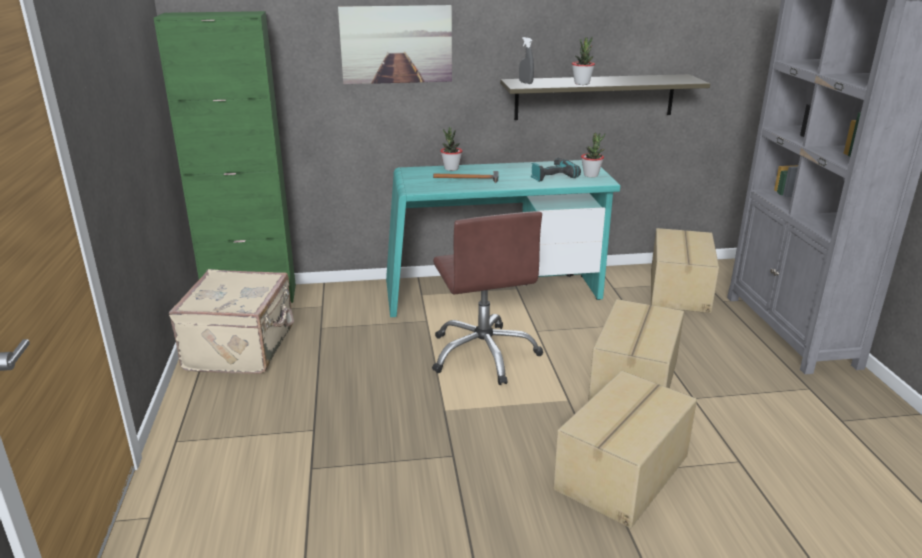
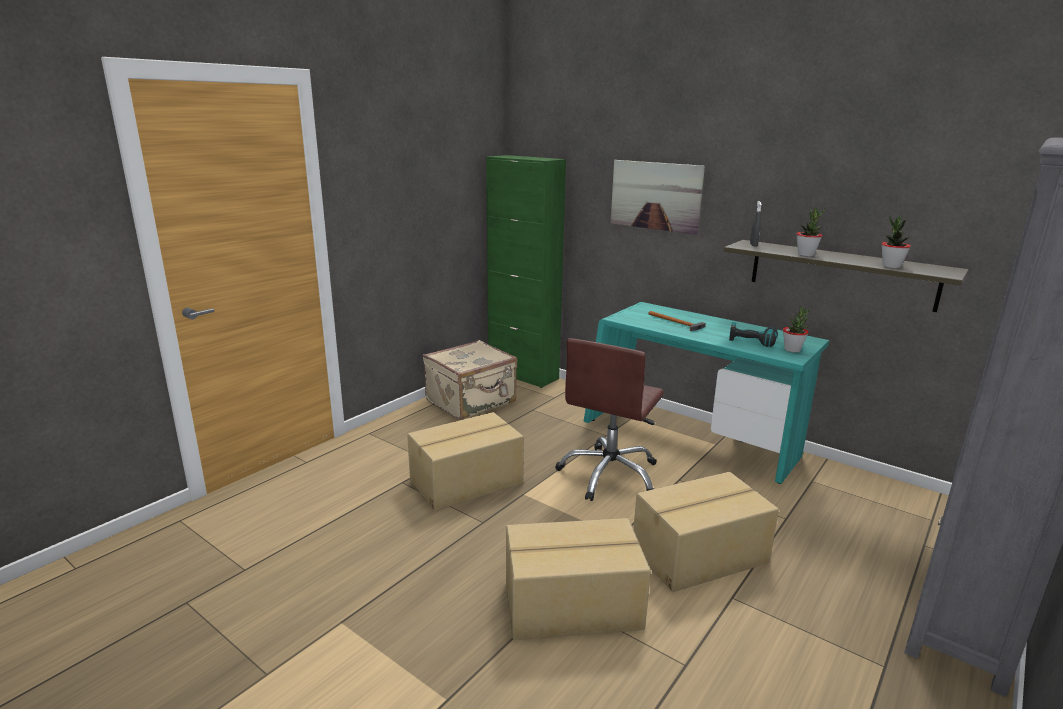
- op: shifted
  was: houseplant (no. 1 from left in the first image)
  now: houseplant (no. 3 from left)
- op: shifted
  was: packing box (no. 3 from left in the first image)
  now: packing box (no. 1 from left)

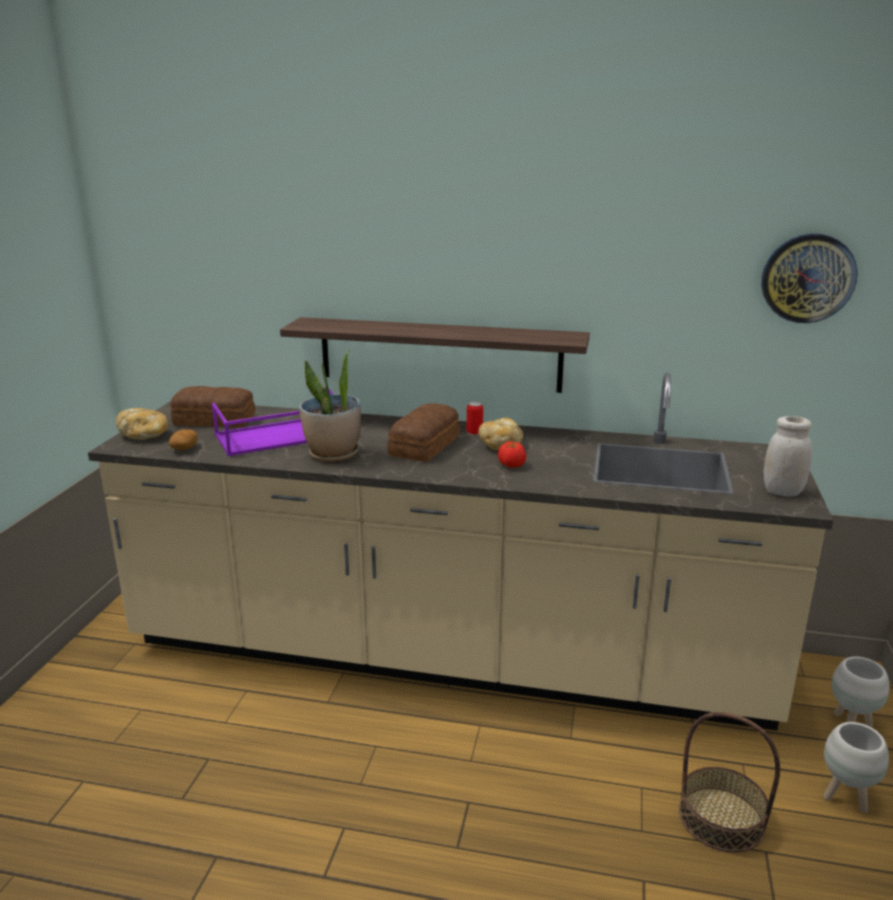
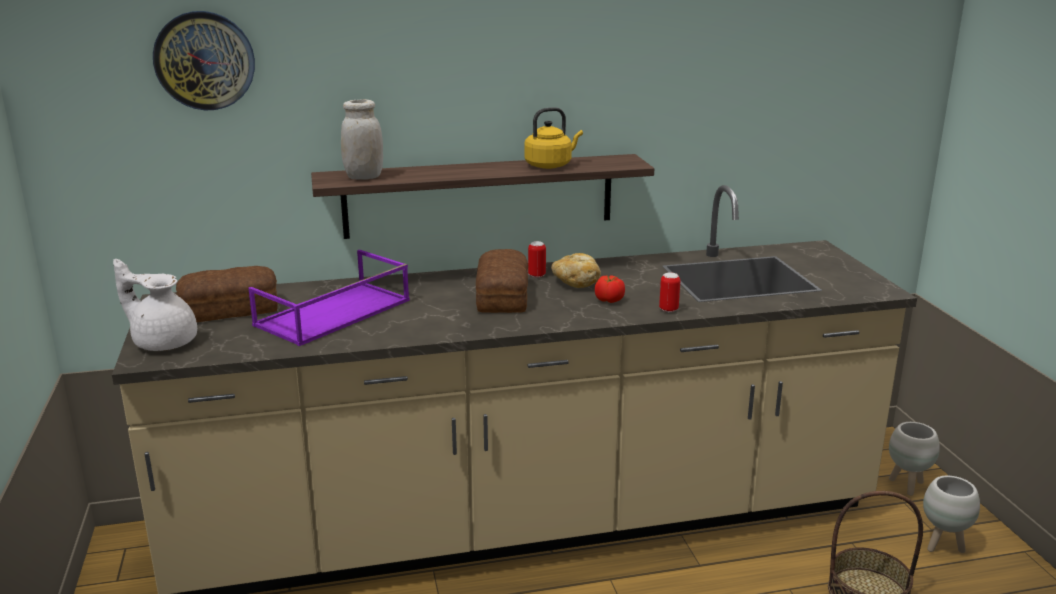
- op: shifted
  was: clock on the wall
- op: gone
  was: houseplant
- op: swapped
  was: baked bread (no. 1 from left)
  now: whitish pot for tea
- op: shifted
  was: whitish storage jar
- op: gone
  was: potato
- op: new
  now: yellow-coloured water kettle
- op: new
  now: metal can (no. 2 from left)

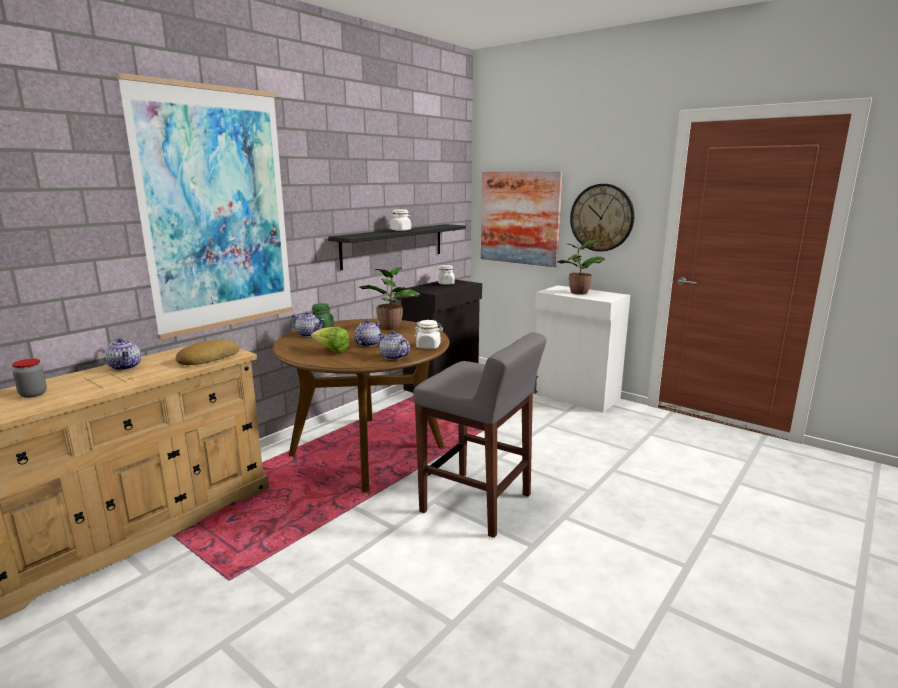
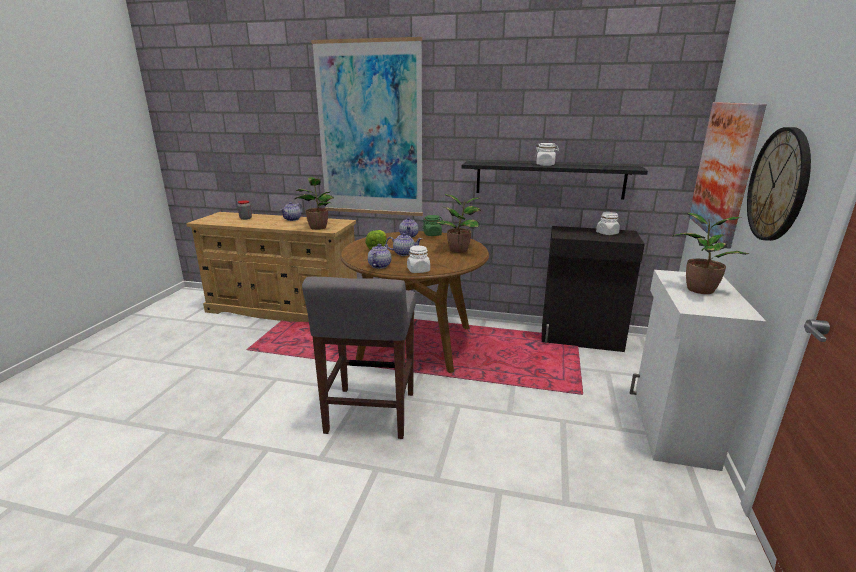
- op: swapped
  was: baked bread
  now: houseplant (no. 1 from left)

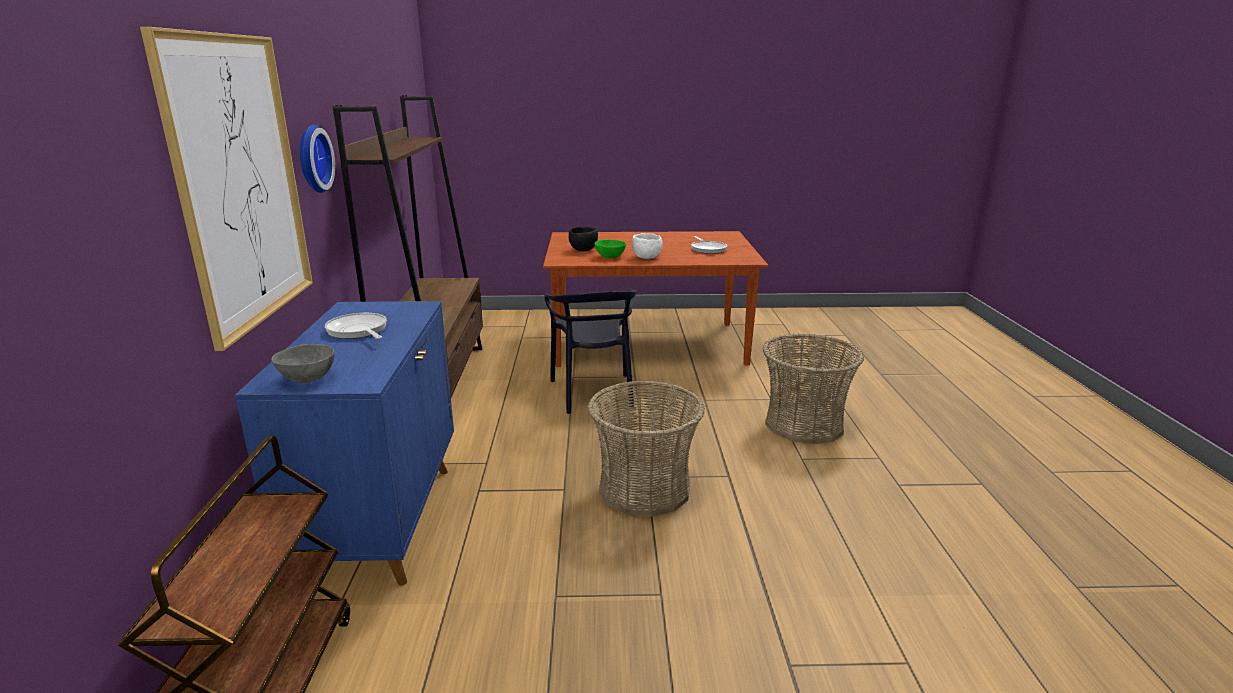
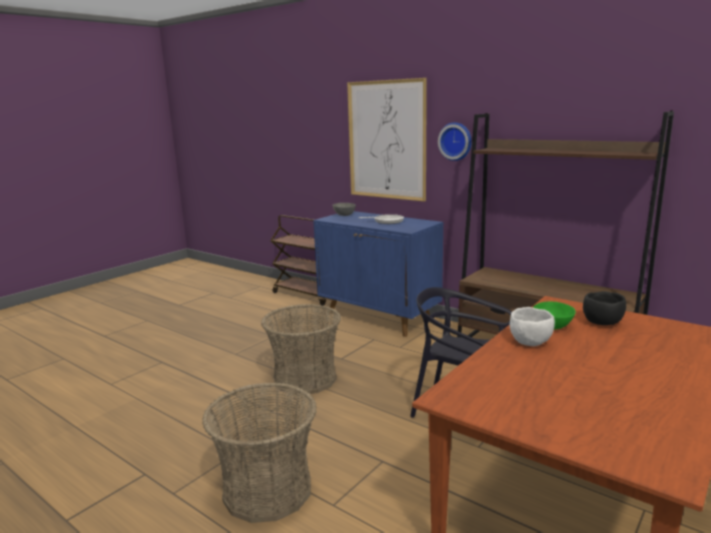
- op: gone
  was: pan (no. 2 from left)

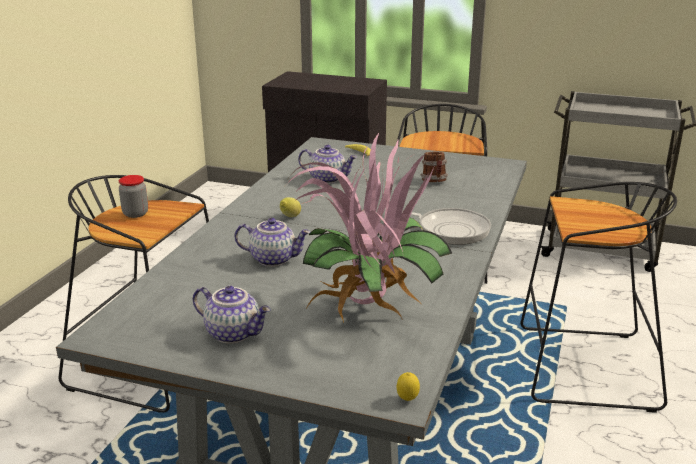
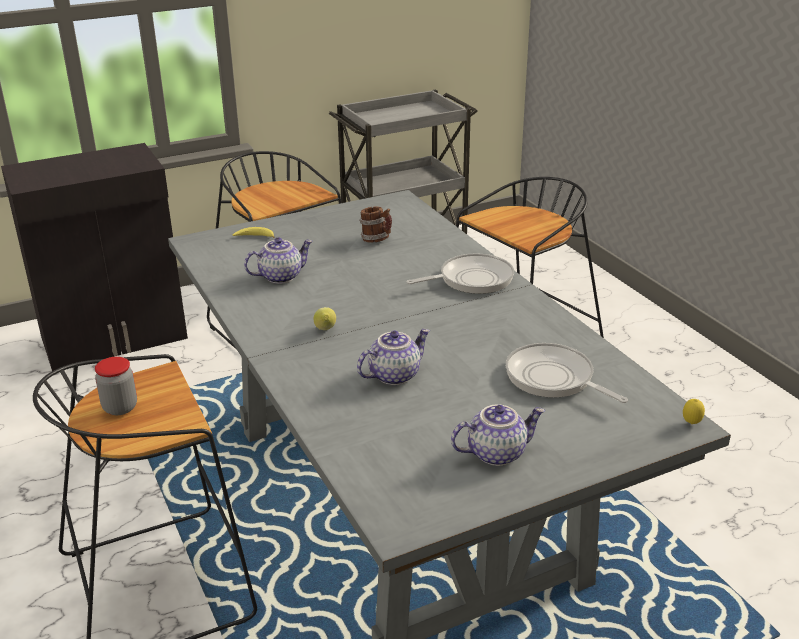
- op: swapped
  was: houseplant
  now: pan (no. 2 from left)

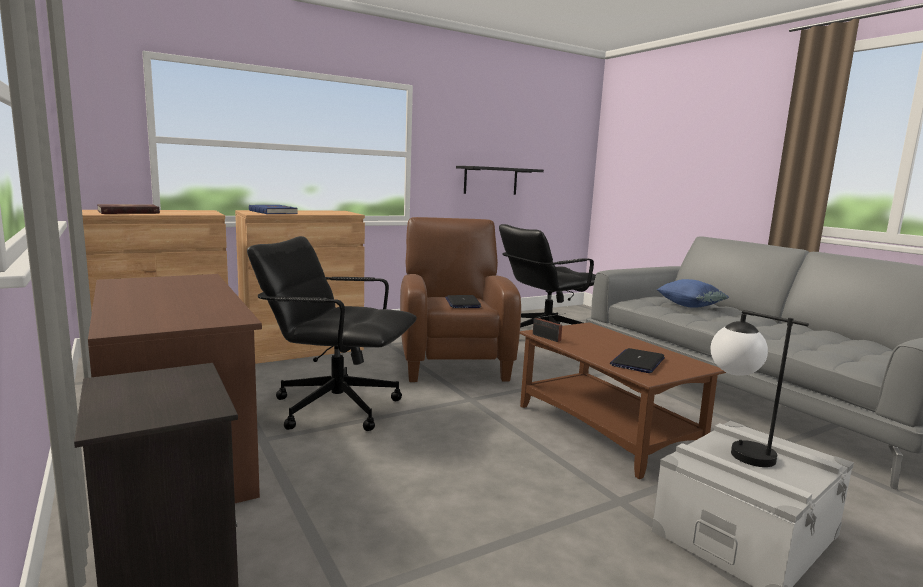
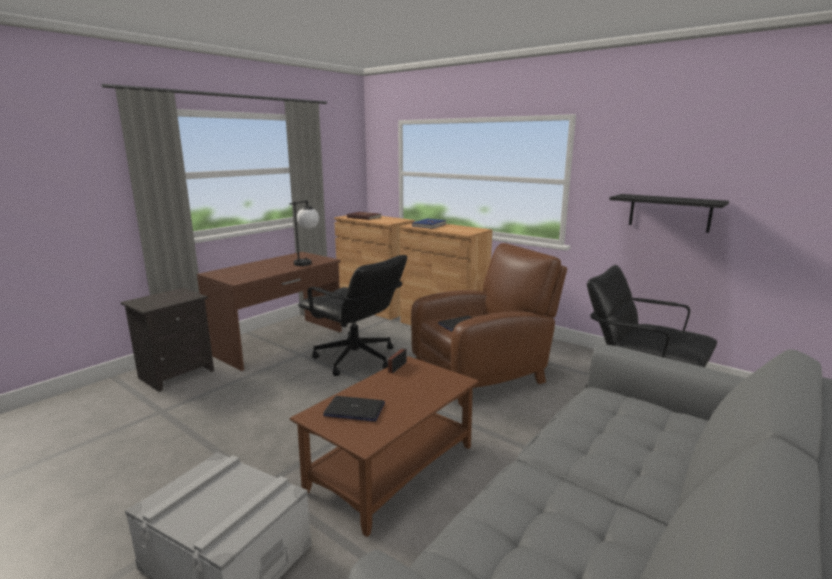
- op: rotated
  was: black desk chair (no. 1 from left)
  clockwise: 135
- op: gone
  was: bluish cushion
- op: shifted
  was: tabletop lamp

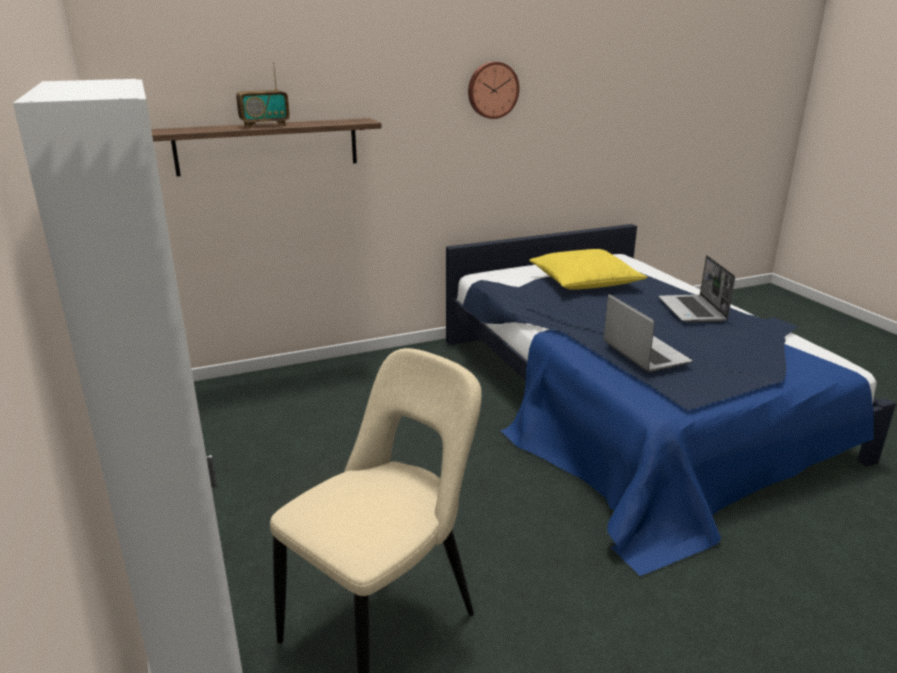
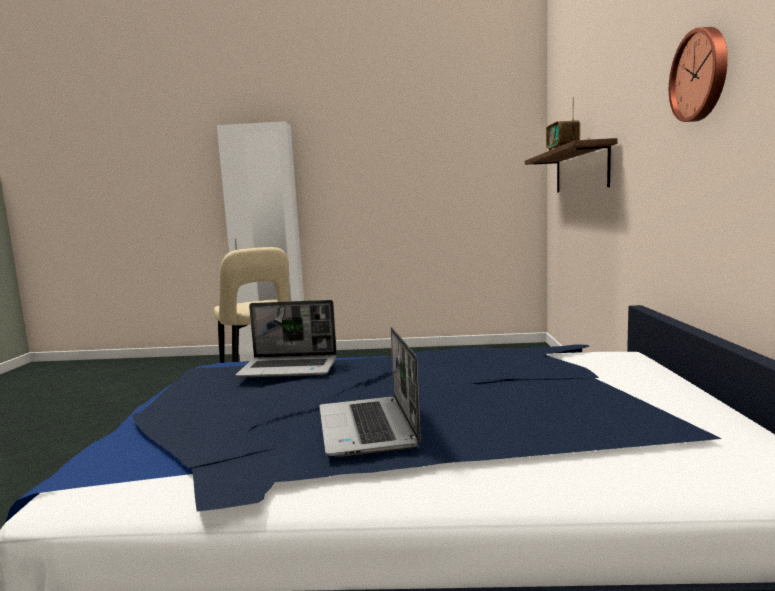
- op: gone
  was: yellow-coloured cushion
- op: rotated
  was: laptop (no. 2 from left)
  clockwise: -120

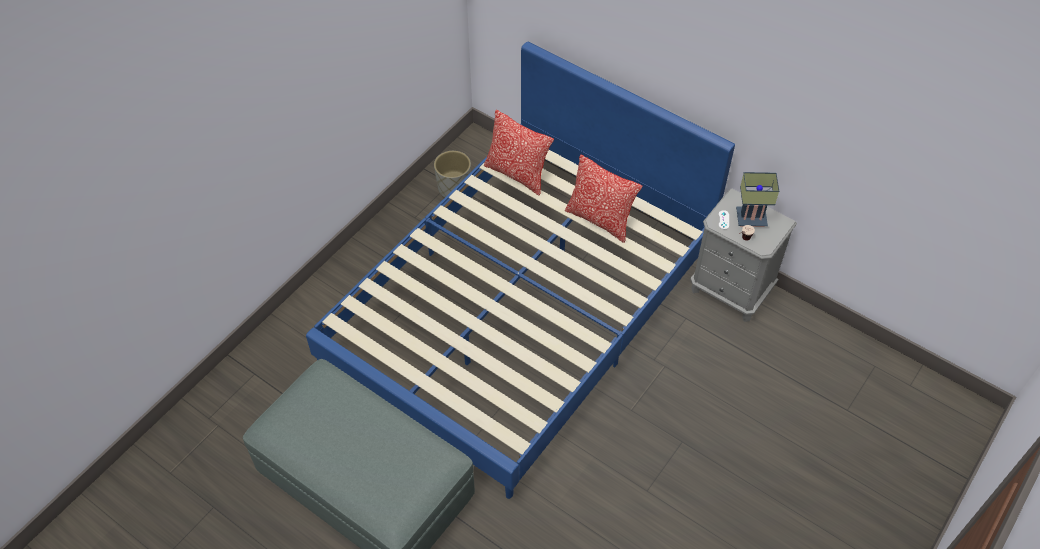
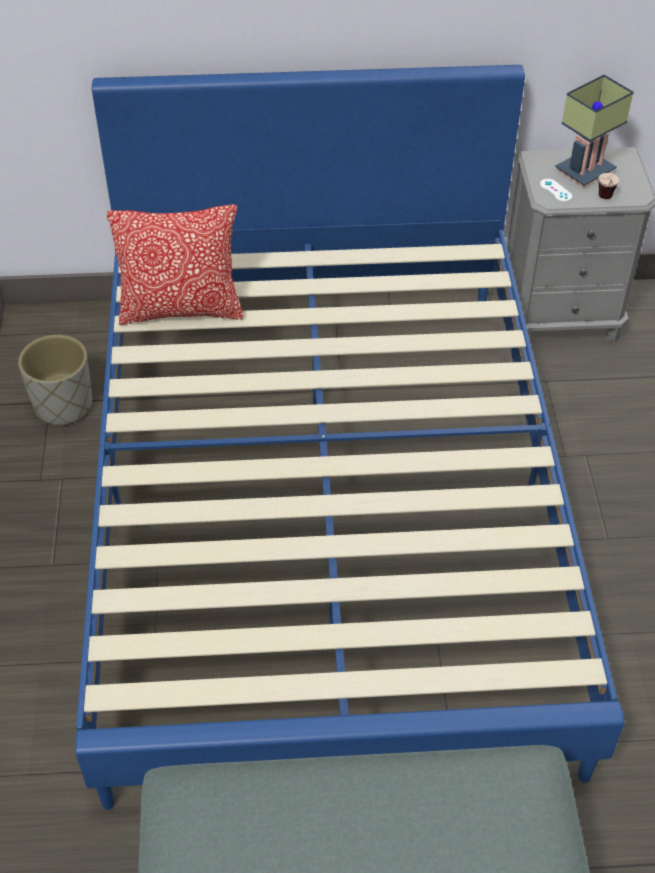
- op: gone
  was: cushion (no. 2 from left)

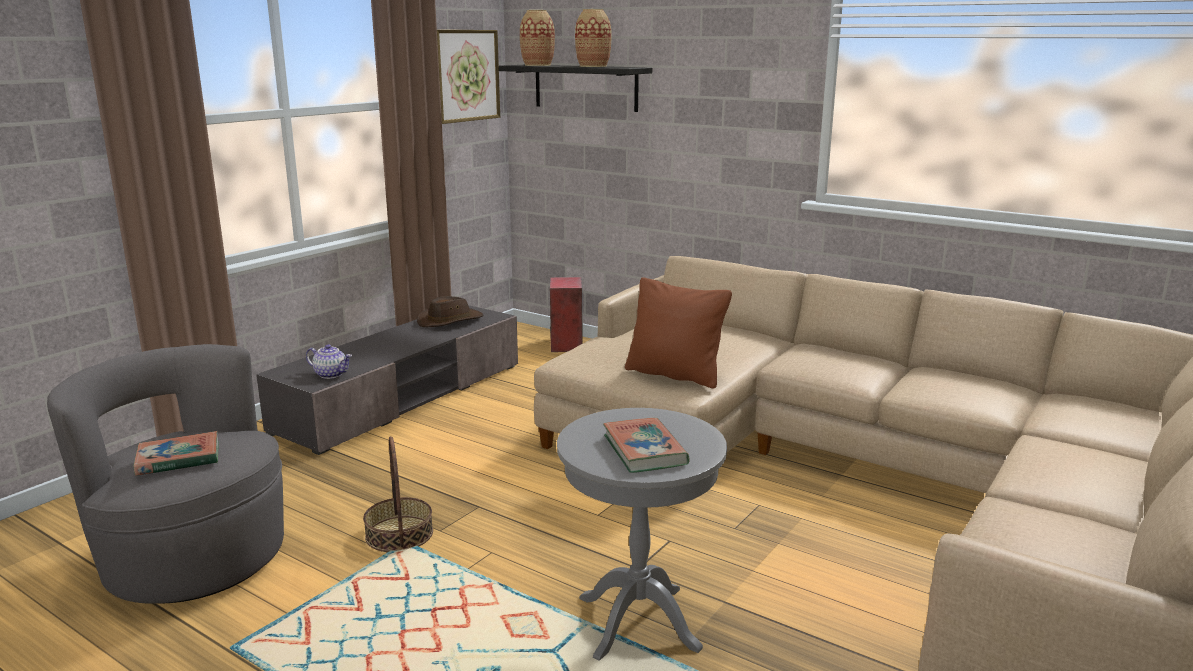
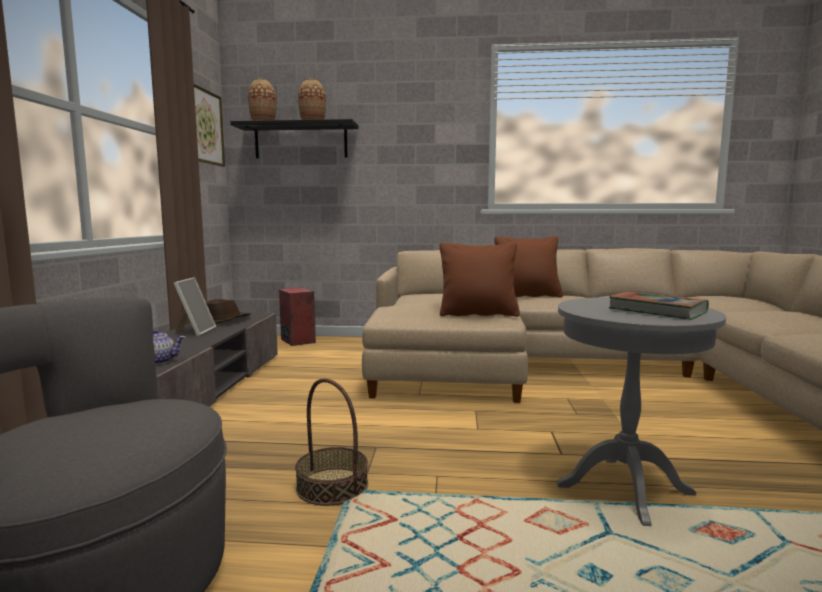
- op: gone
  was: volume (no. 1 from left)
- op: new
  now: brown-coloured cushion (no. 2 from left)
- op: new
  now: photo frame

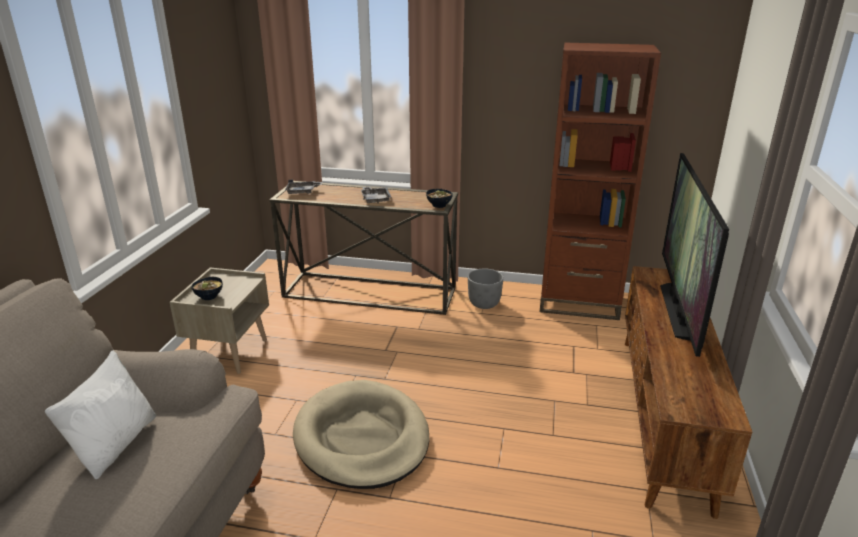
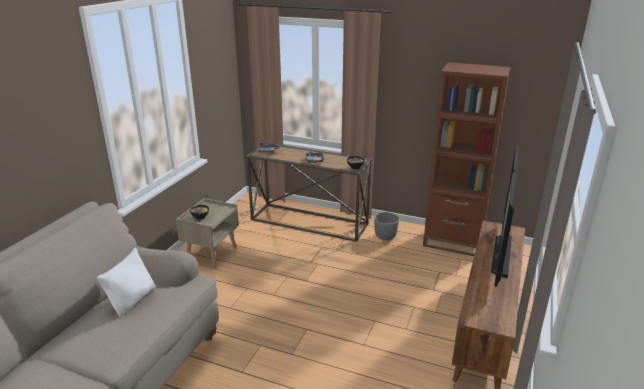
- op: gone
  was: sand-coloured dog bed

